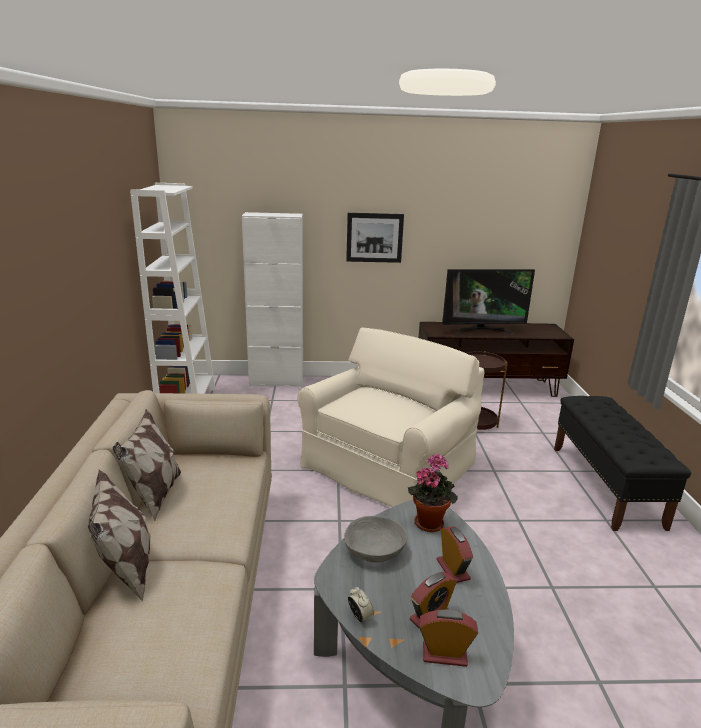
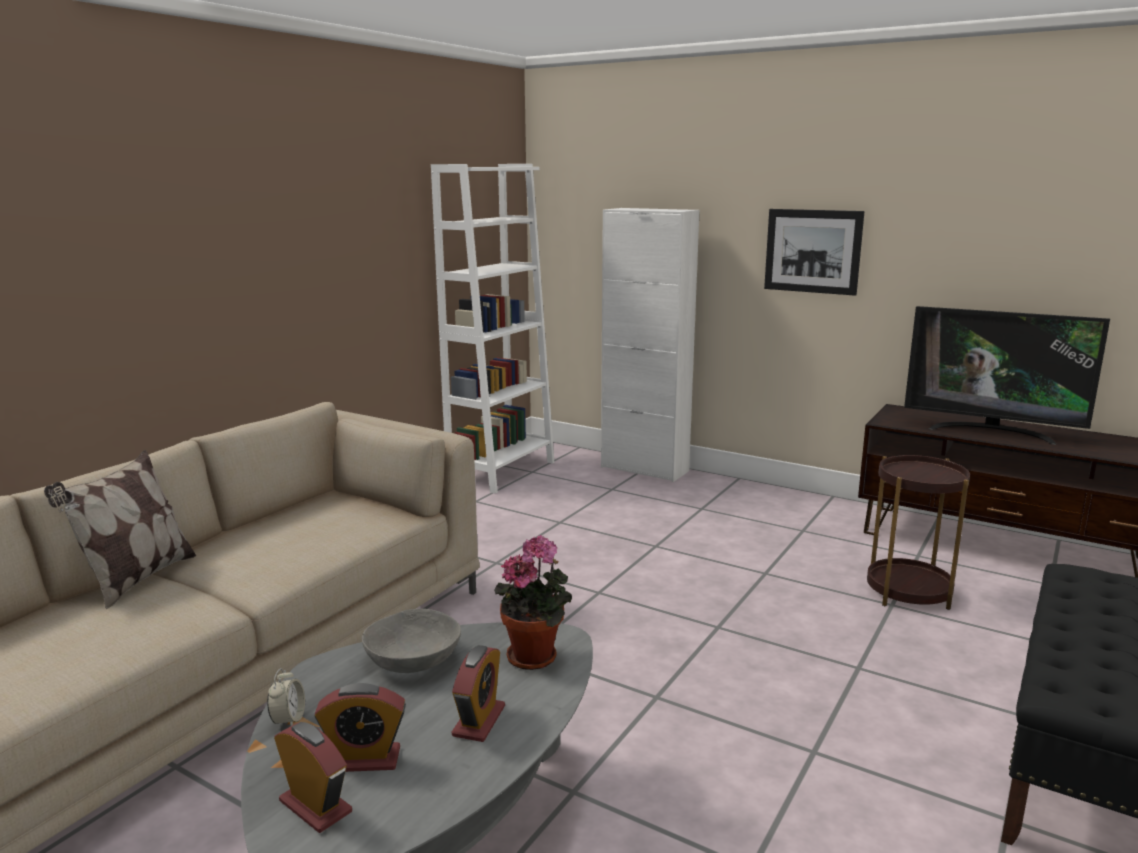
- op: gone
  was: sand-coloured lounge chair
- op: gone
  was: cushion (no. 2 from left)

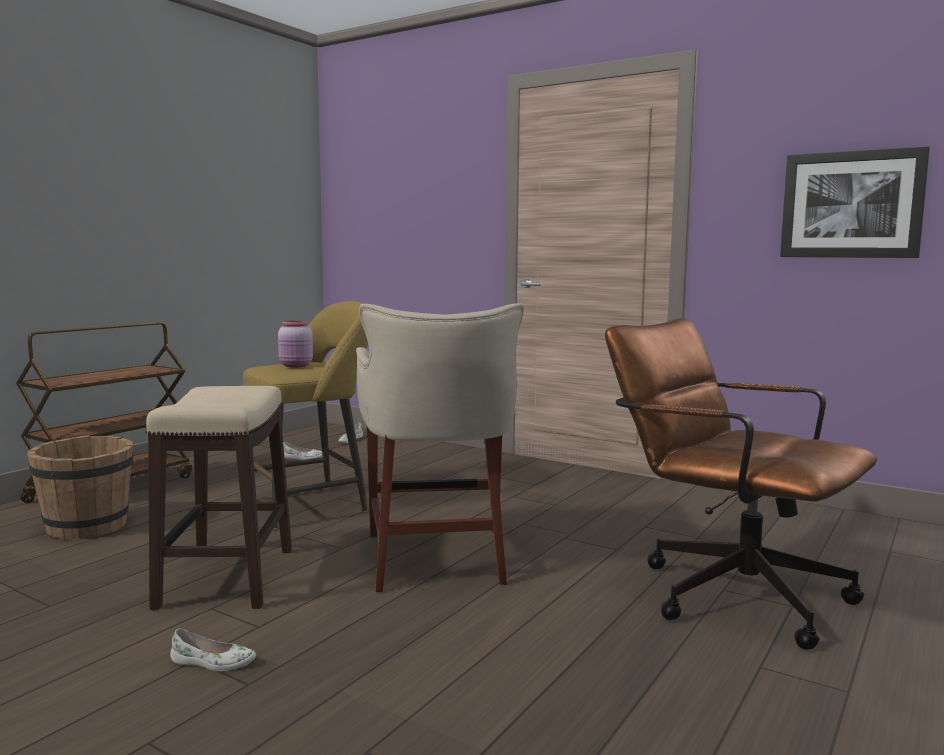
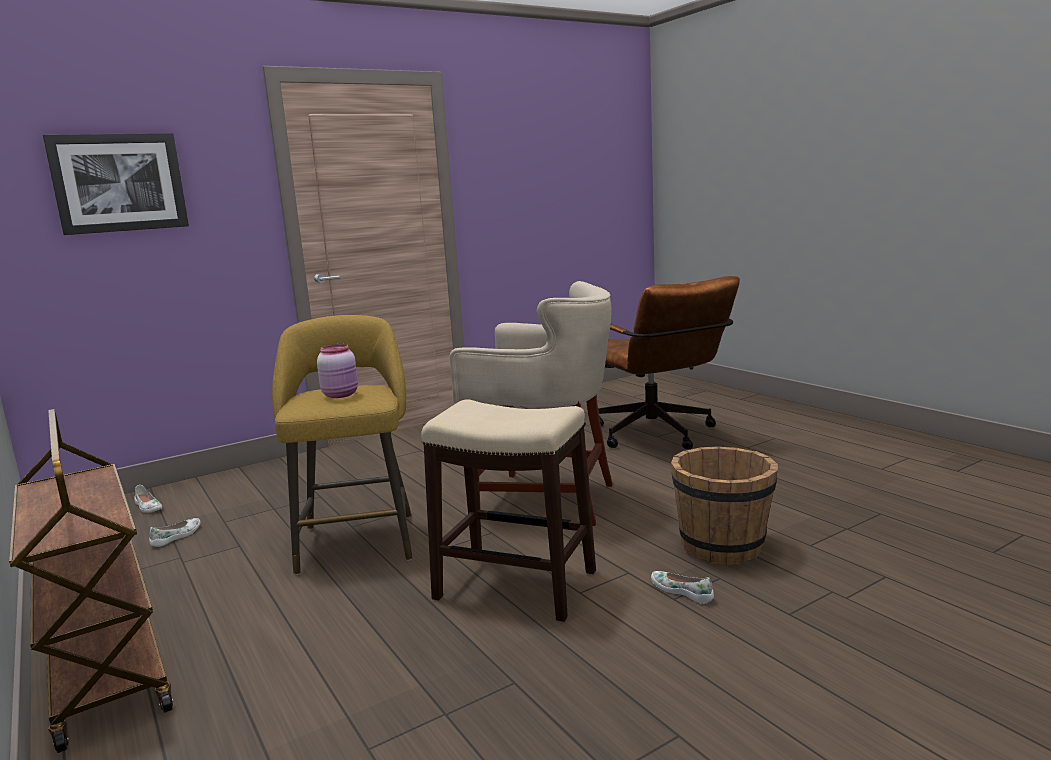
- op: shifted
  was: wall art
- op: rotated
  was: brown-coloured desk chair
  clockwise: -90
- op: shifted
  was: brown-coloured bucket
- op: rotated
  was: whitish shoe (no. 1 from left in the first image)
  clockwise: -75

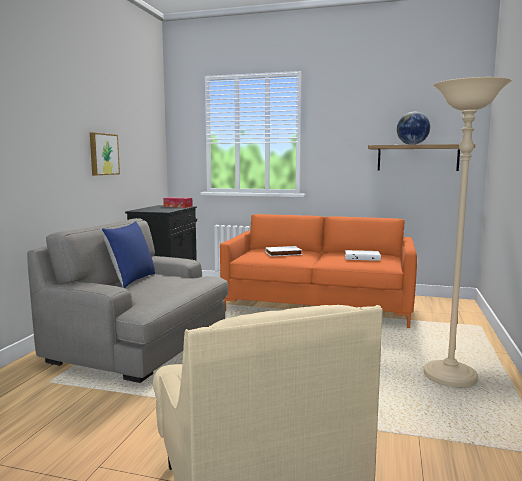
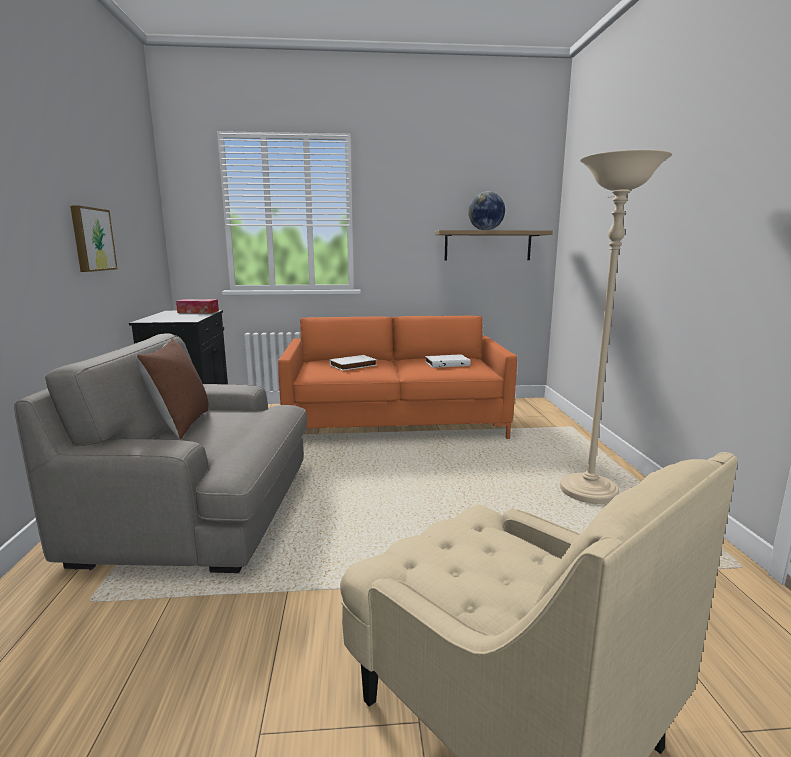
- op: repainted
  was: bluish cushion
  now: brown-coloured cushion

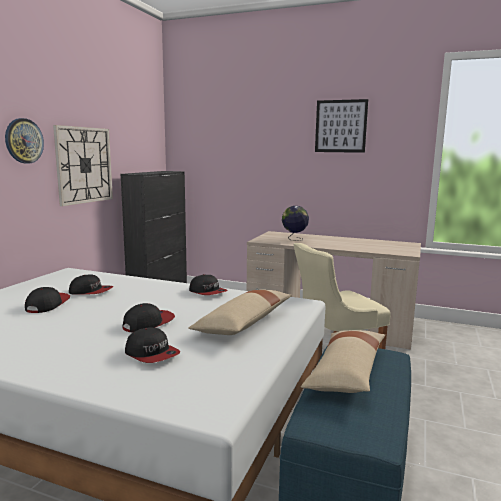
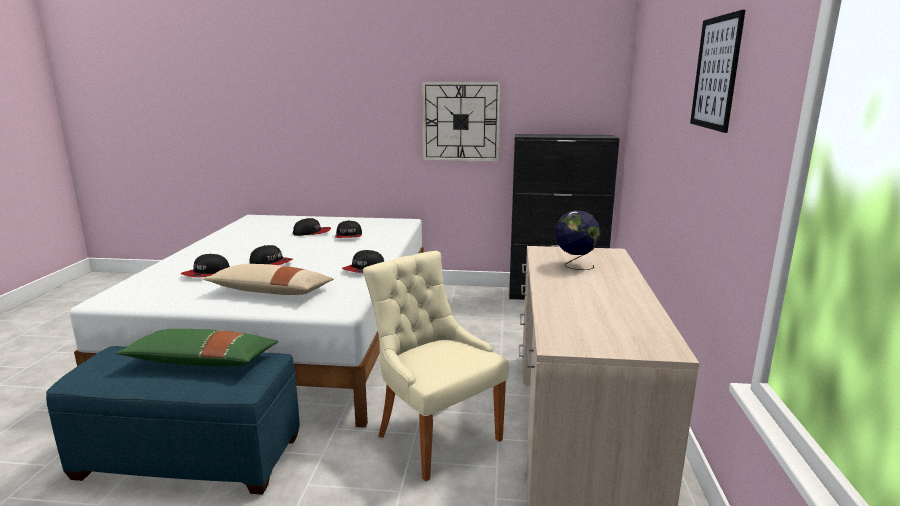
- op: gone
  was: clock on the wall (no. 1 from left)
- op: repainted
  was: sand-coloured cushion (no. 2 from left)
  now: green-coloured cushion

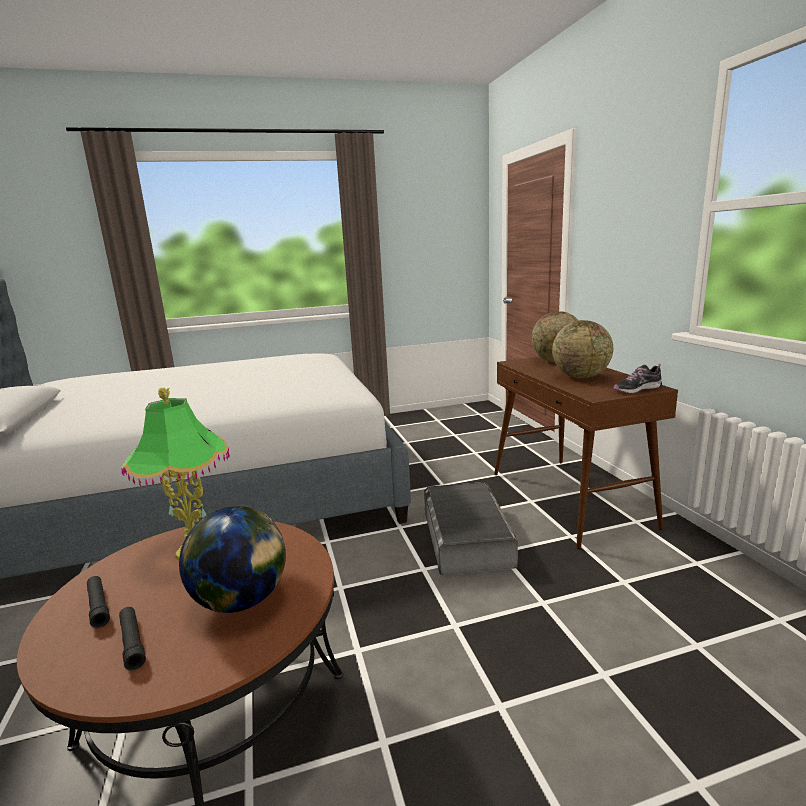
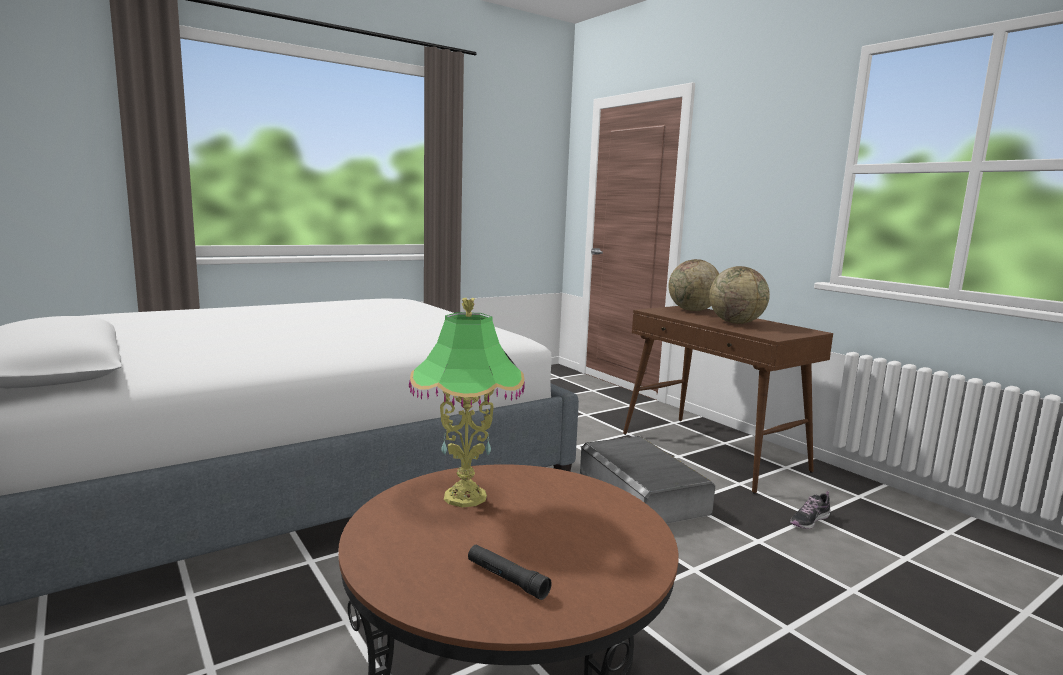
- op: shifted
  was: shoe
- op: gone
  was: world globe (no. 1 from left)
- op: gone
  was: black torch (no. 1 from left)

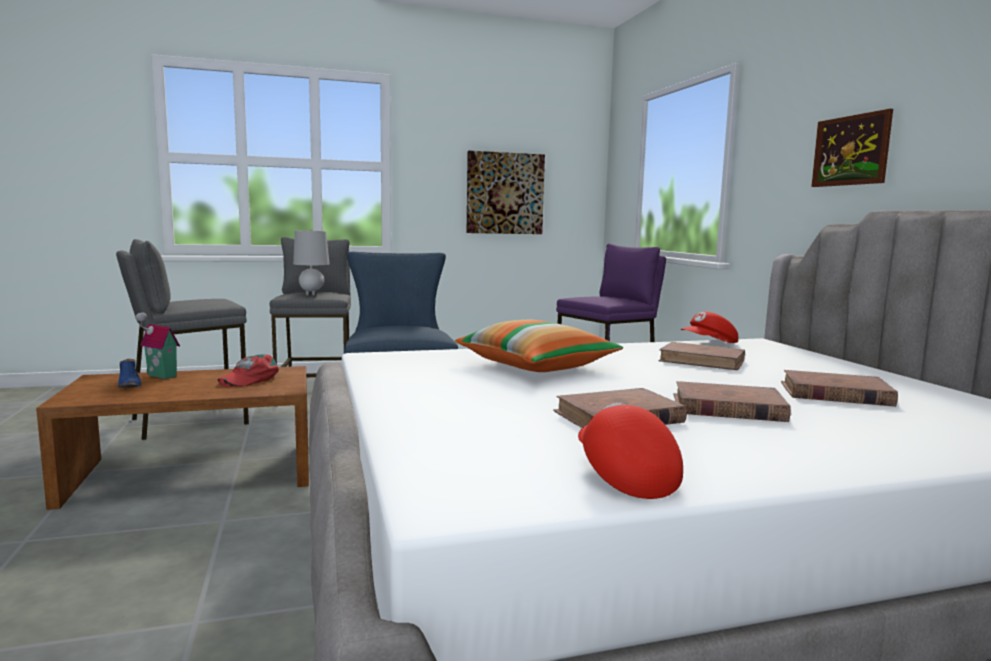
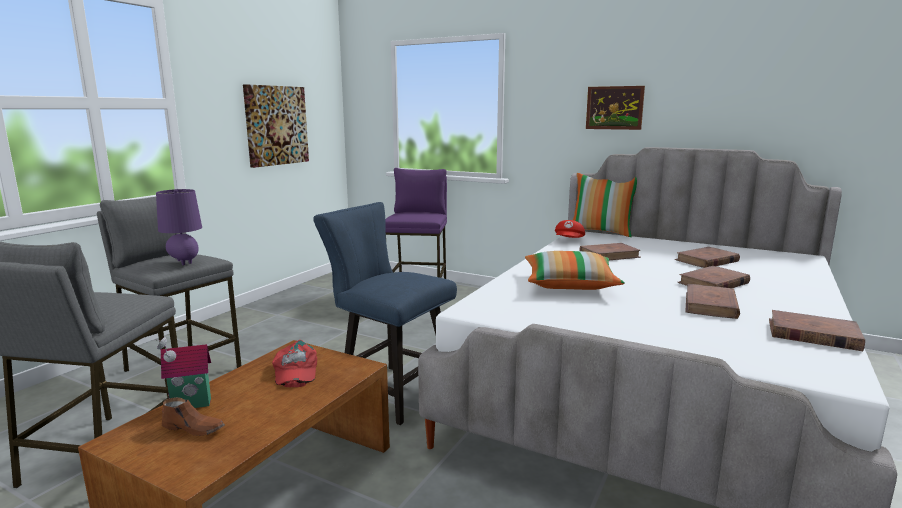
- op: repainted
  was: gray tabletop lamp
  now: purple tabletop lamp
- op: repainted
  was: bluish shoe
  now: brown-coloured shoe
- op: swapped
  was: red cap (no. 2 from left)
  now: brown-coloured volume (no. 5 from left)
- op: new
  now: cushion (no. 2 from left)

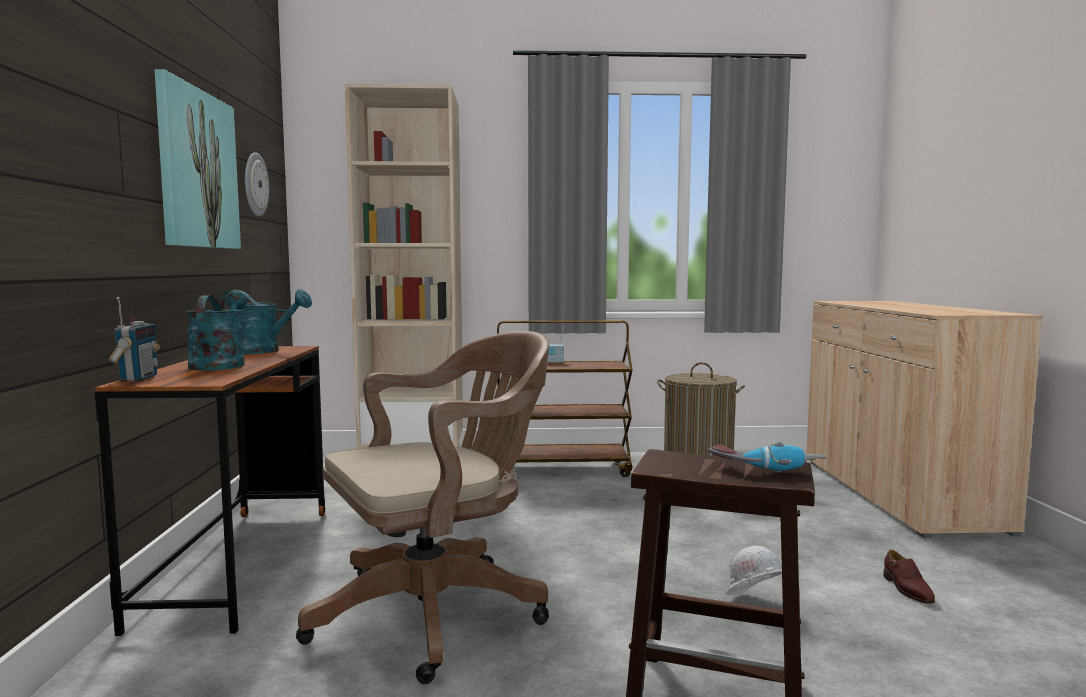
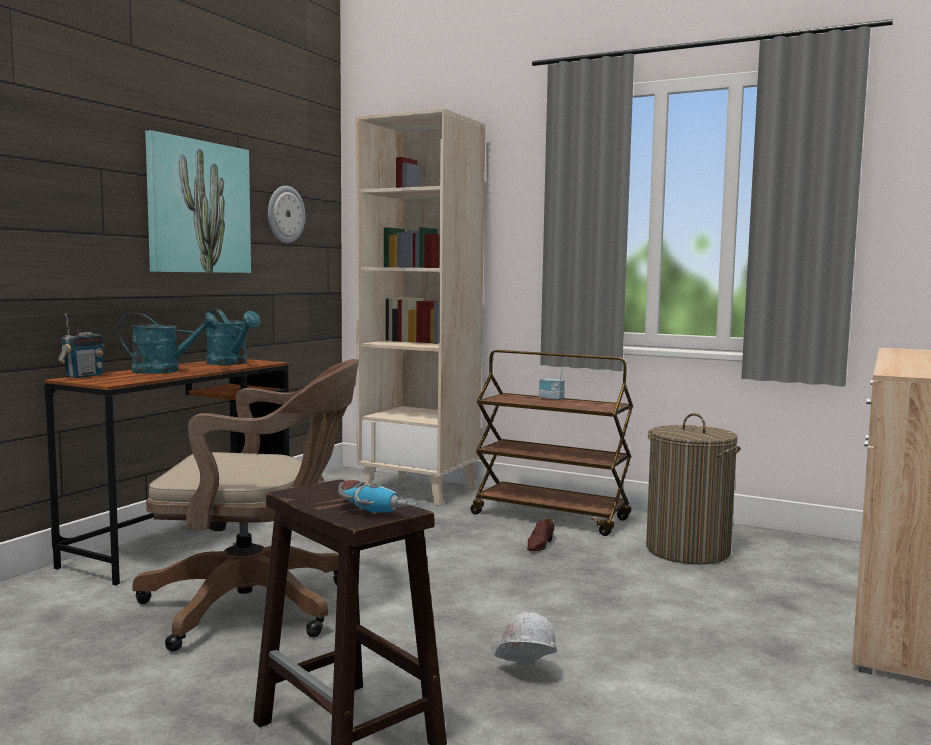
- op: rotated
  was: blue-green sprinkling can (no. 1 from left)
  clockwise: 60
- op: shifted
  was: brown-coloured shoe

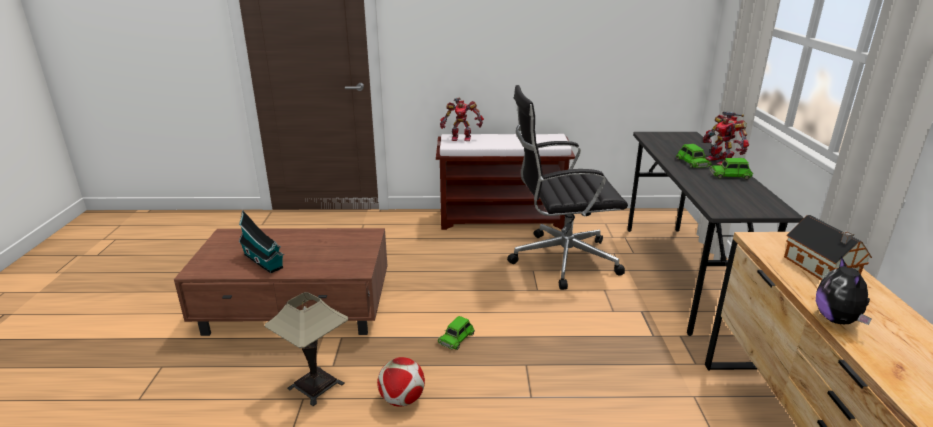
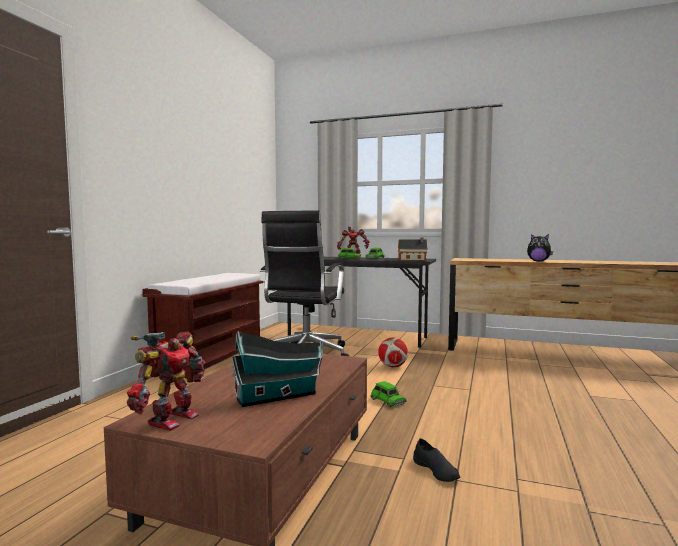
- op: shifted
  was: robot figure (no. 1 from left)
- op: shifted
  was: model house (no. 2 from left)
- op: swapped
  was: tabletop lamp
  now: black shoe
- op: shifted
  was: football ball

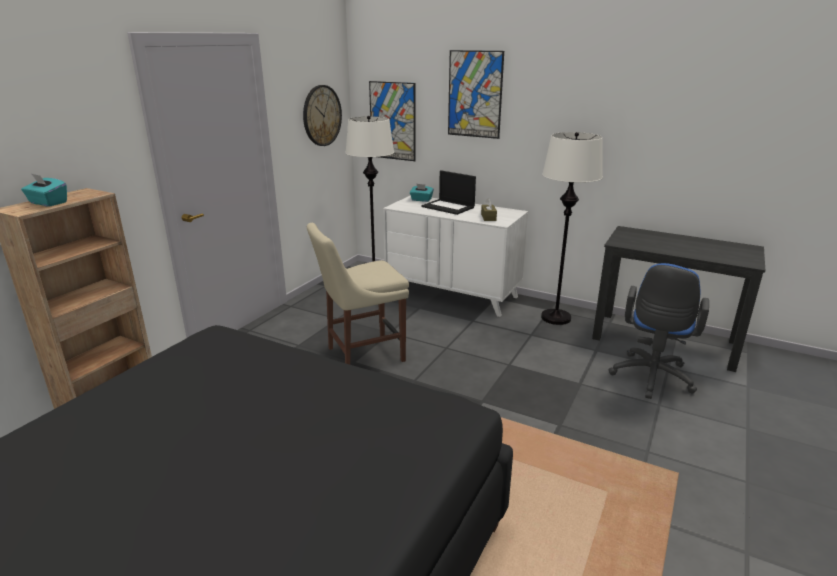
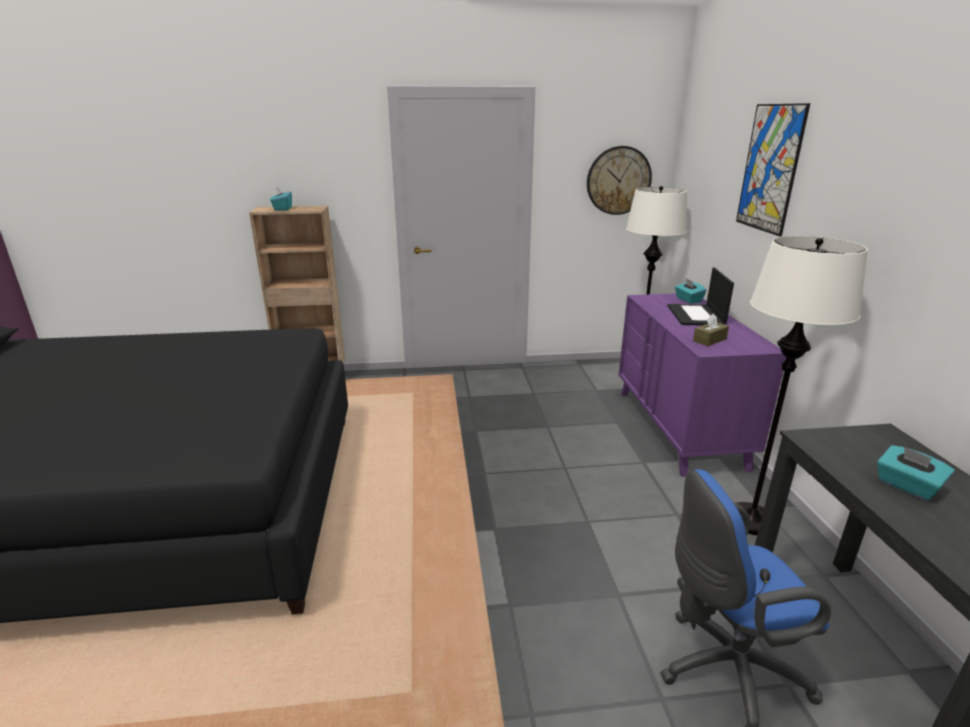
- op: gone
  was: wall art (no. 1 from left)
- op: repainted
  was: whitish drawer chest
  now: purple drawer chest
- op: gone
  was: sand-coloured chair
- op: new
  now: blue-green tissue box (no. 3 from left)

